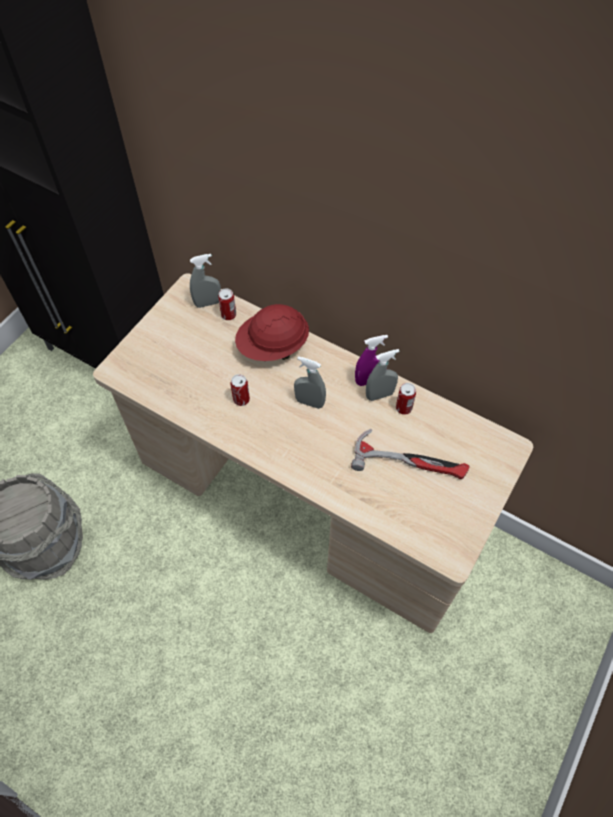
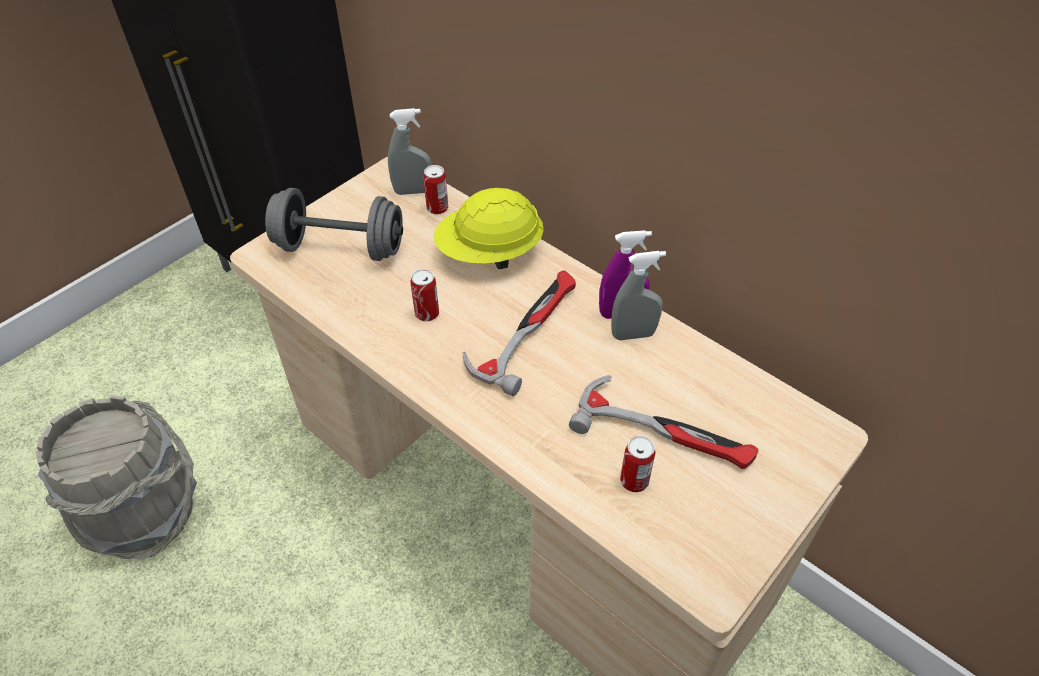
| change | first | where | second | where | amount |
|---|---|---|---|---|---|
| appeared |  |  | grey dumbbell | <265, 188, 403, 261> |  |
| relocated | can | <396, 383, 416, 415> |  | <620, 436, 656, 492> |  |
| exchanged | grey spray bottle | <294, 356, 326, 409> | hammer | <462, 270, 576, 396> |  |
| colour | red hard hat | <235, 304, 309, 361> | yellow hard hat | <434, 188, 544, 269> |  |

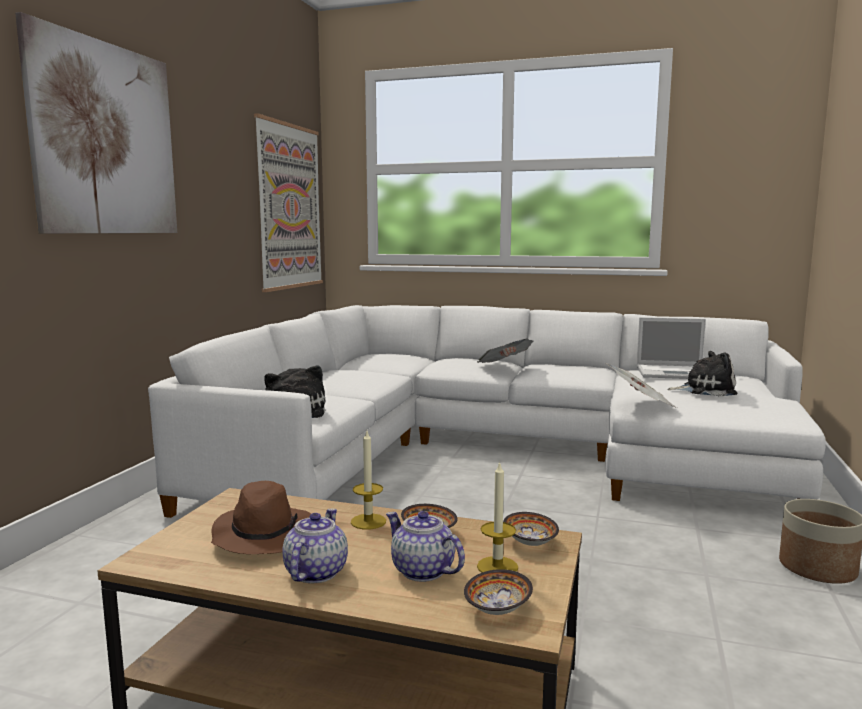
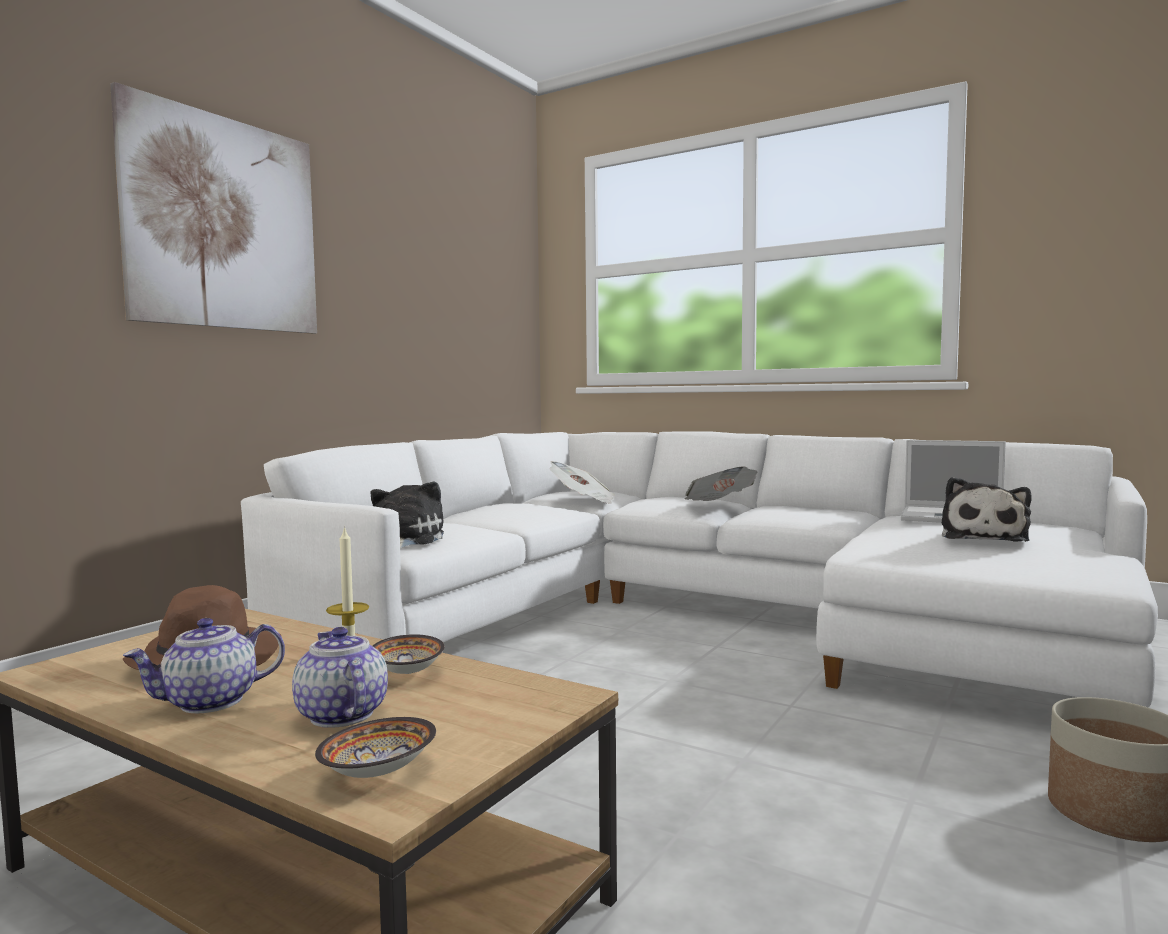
| change | first | where | second | where | amount |
|---|---|---|---|---|---|
| missing | picture | <254, 113, 323, 292> |  |  |  |
| missing | candle | <477, 461, 518, 573> |  |  |  |
| missing | bowl | <503, 512, 559, 546> |  |  |  |
| relocated | newspaper | <606, 363, 677, 408> |  | <549, 461, 615, 504> |  |
| spun | teapot | <282, 508, 348, 583> |  | <123, 618, 285, 713> | 150 degrees counterclockwise |
| spun | plush toy | <667, 351, 738, 397> |  | <942, 477, 1032, 542> | 90 degrees clockwise |

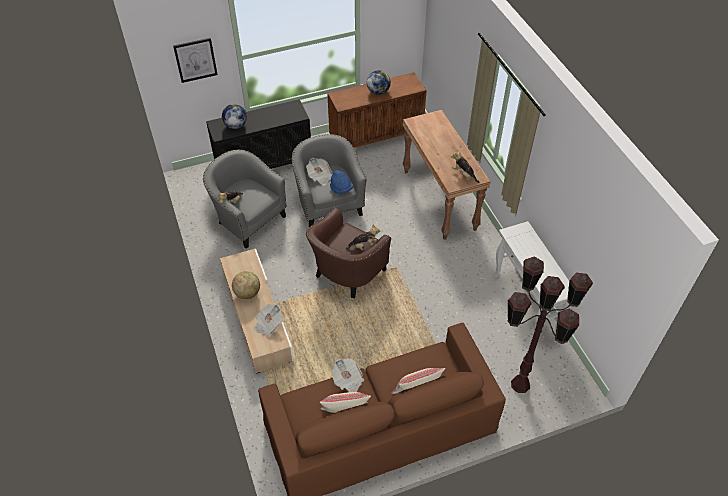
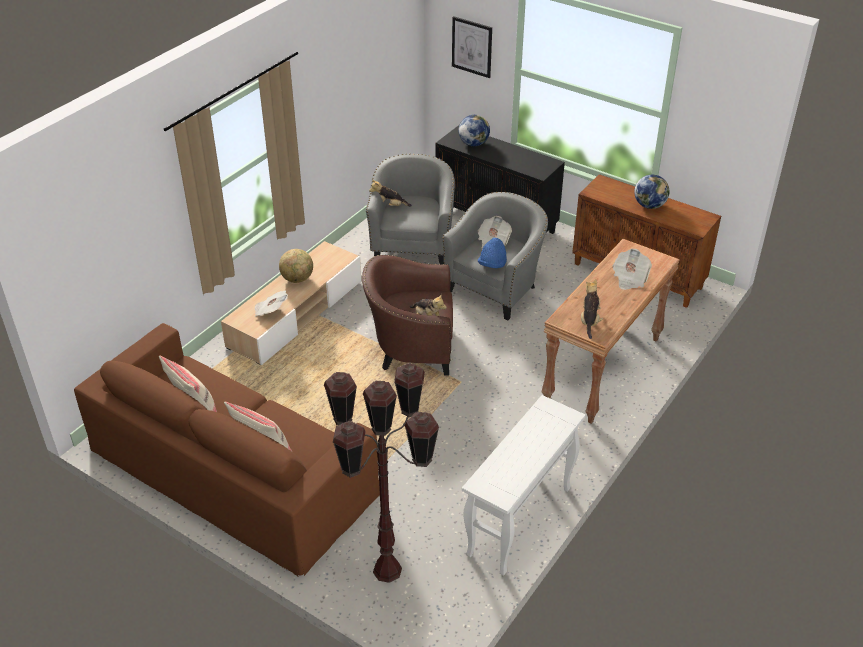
| change | first | where | second | where | amount |
|---|---|---|---|---|---|
| relocated | newspaper | <331, 358, 364, 392> |  | <612, 249, 652, 290> |  |

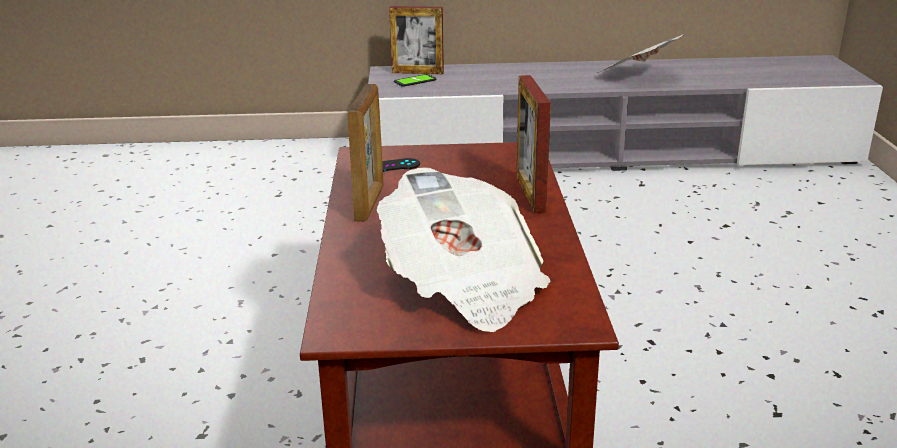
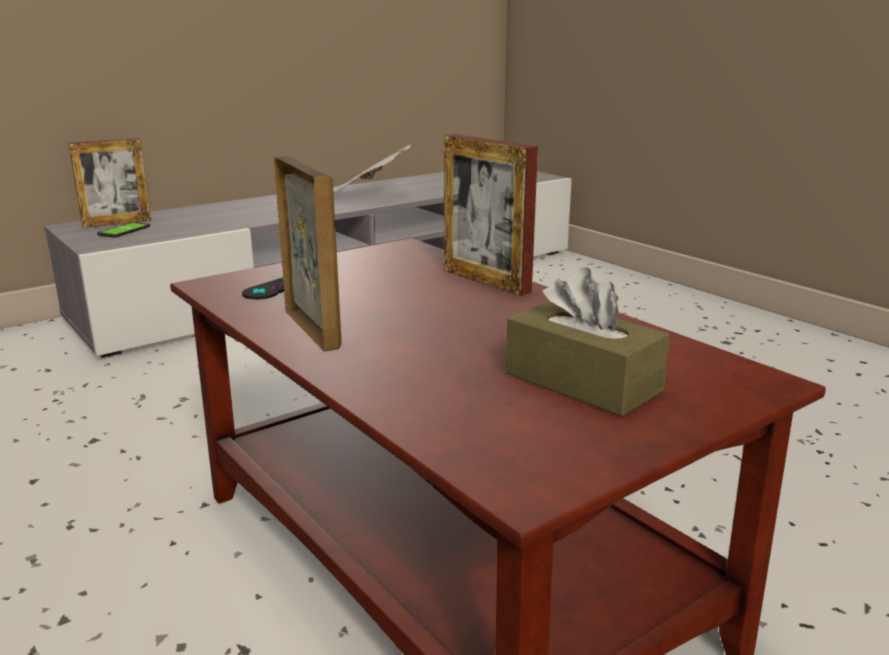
| change | first | where | second | where | amount |
|---|---|---|---|---|---|
| exchanged | newspaper | <377, 167, 551, 332> | brown tissue box | <506, 267, 670, 416> |  |

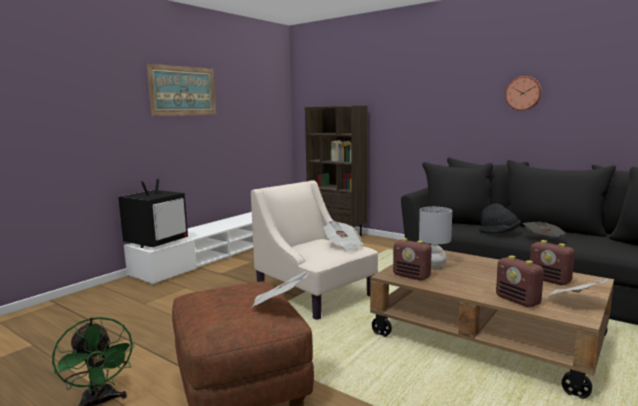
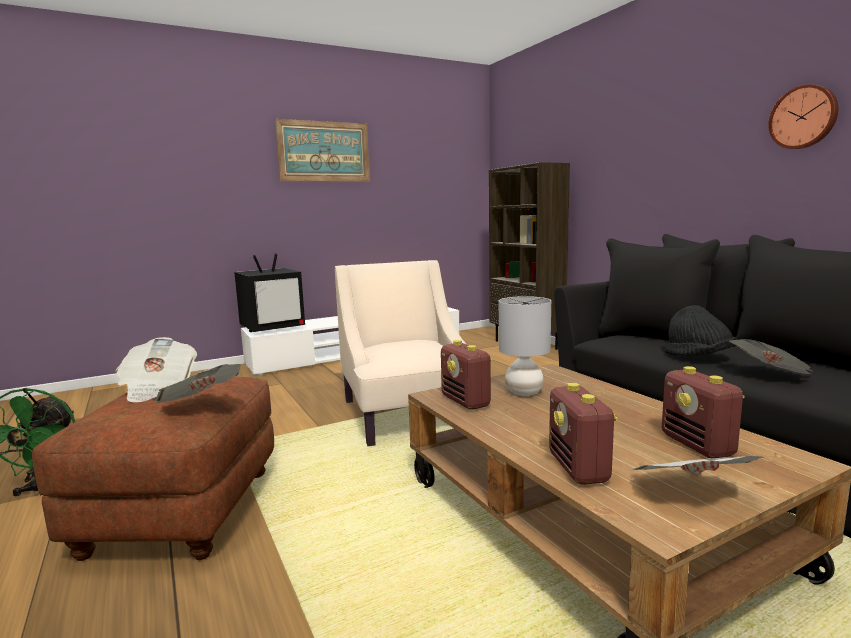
| change | first | where | second | where | amount |
|---|---|---|---|---|---|
| relocated | newspaper | <324, 221, 364, 252> |  | <116, 337, 197, 403> |  |

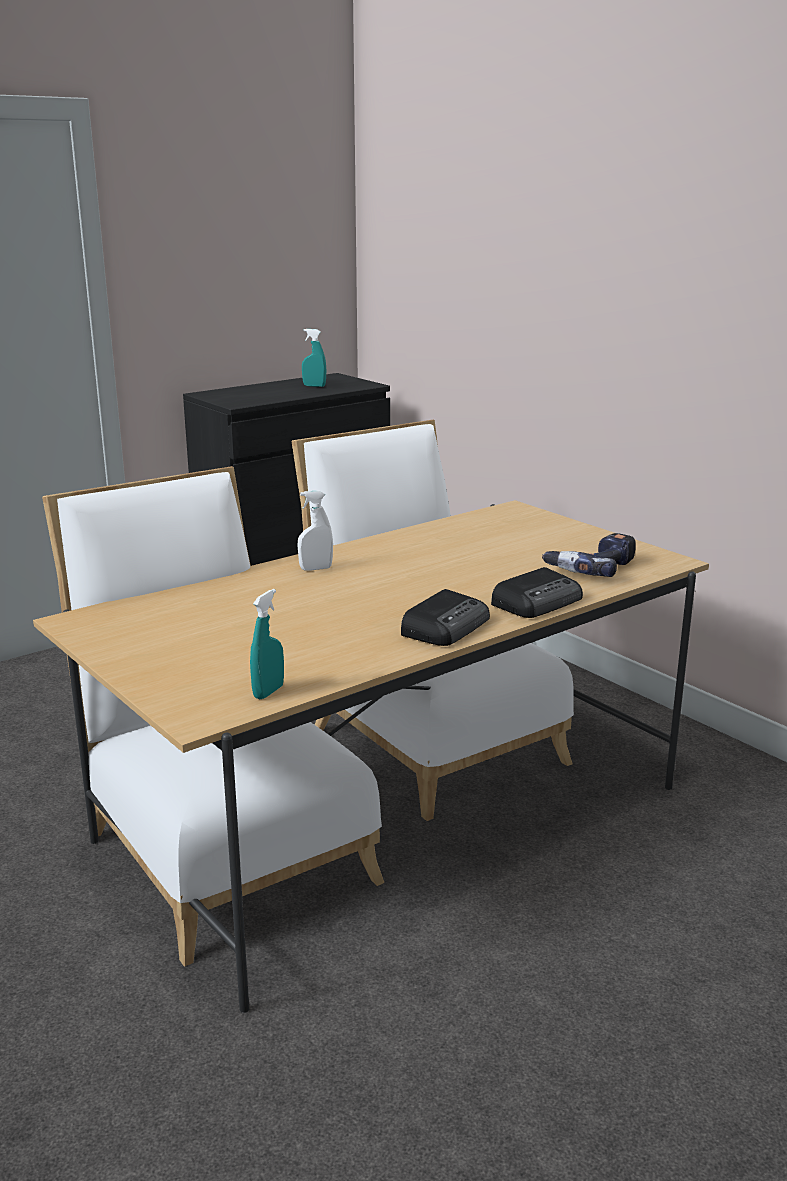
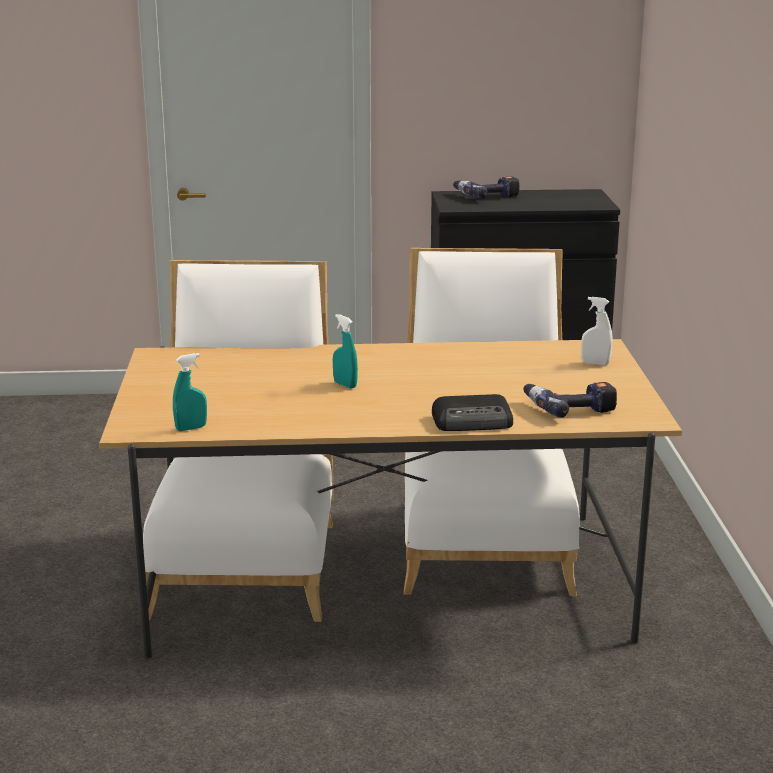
| change | first | where | second | where | amount |
|---|---|---|---|---|---|
| missing | radio | <401, 589, 490, 646> |  |  |  |
| appeared |  |  | power drill | <453, 176, 520, 198> |  |
| relocated | white spray bottle | <297, 490, 333, 570> |  | <581, 297, 612, 365> |  |
| relocated | turquoise spray bottle | <302, 329, 326, 387> |  | <333, 314, 358, 388> |  |

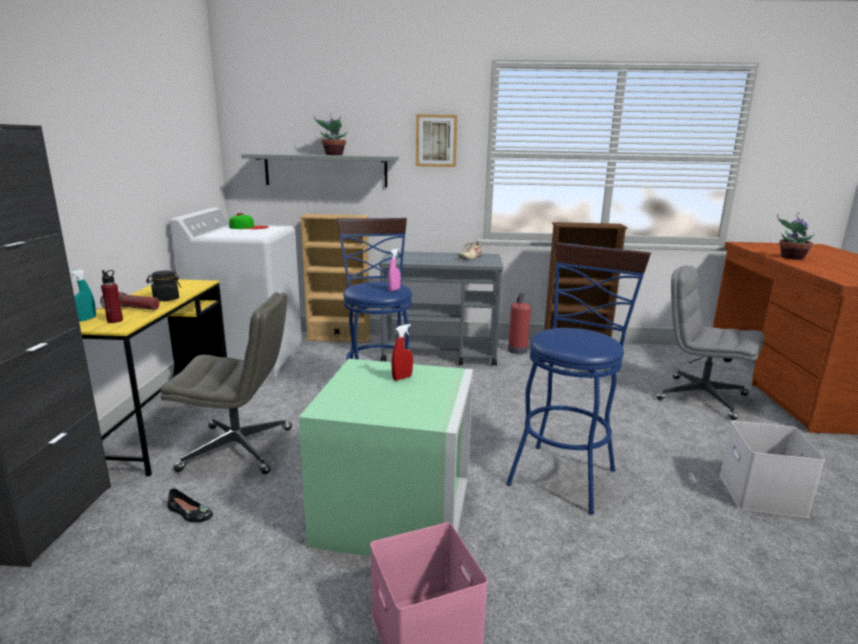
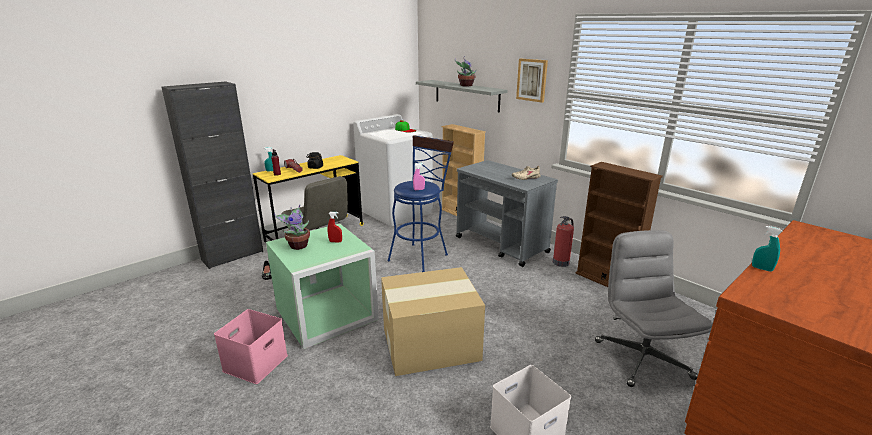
| change | first | where | second | where | amount |
|---|---|---|---|---|---|
| appeared |  |  | turquoise spray bottle | <752, 226, 782, 272> |  |
| relocated | potted plant | <777, 213, 815, 260> |  | <274, 205, 310, 250> |  |
| exchanged | blue stool | <506, 242, 651, 515> | cardboard box | <381, 267, 485, 376> |  |

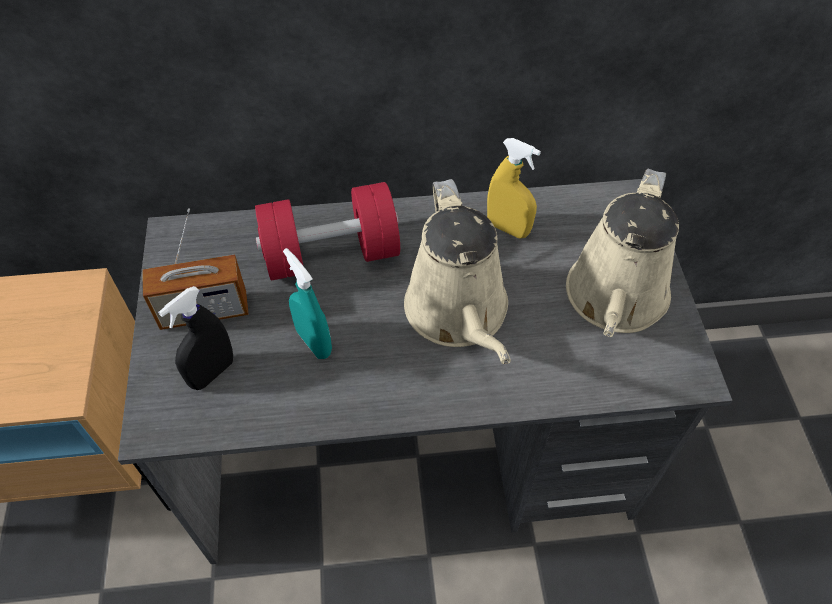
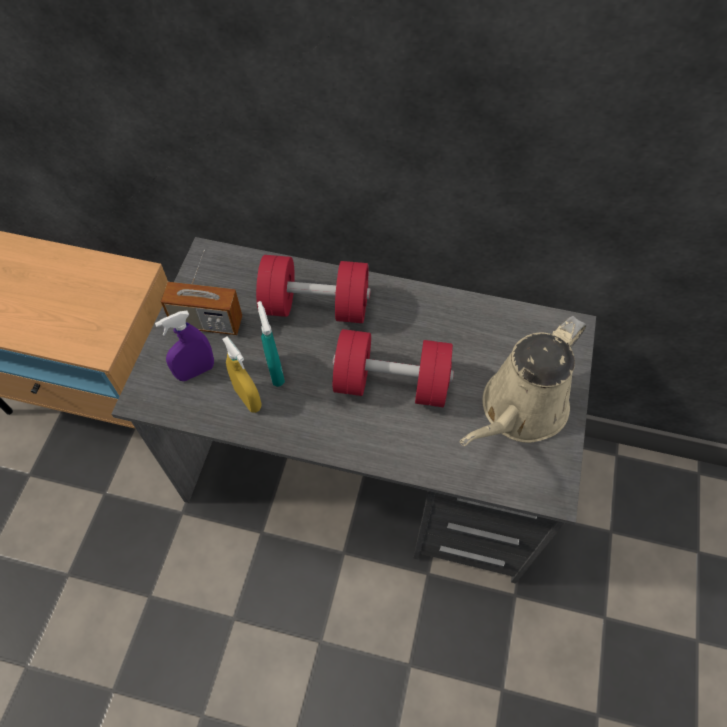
| change | first | where | second | where | amount |
|---|---|---|---|---|---|
| relocated | yellow spray bottle | <487, 138, 541, 239> |  | <222, 336, 261, 413> |  |
| exchanged | beige watering can | <404, 179, 511, 364> | red dumbbell | <333, 329, 454, 407> |  |
| colour | black spray bottle | <158, 286, 233, 390> | purple spray bottle | <155, 311, 214, 381> |  |

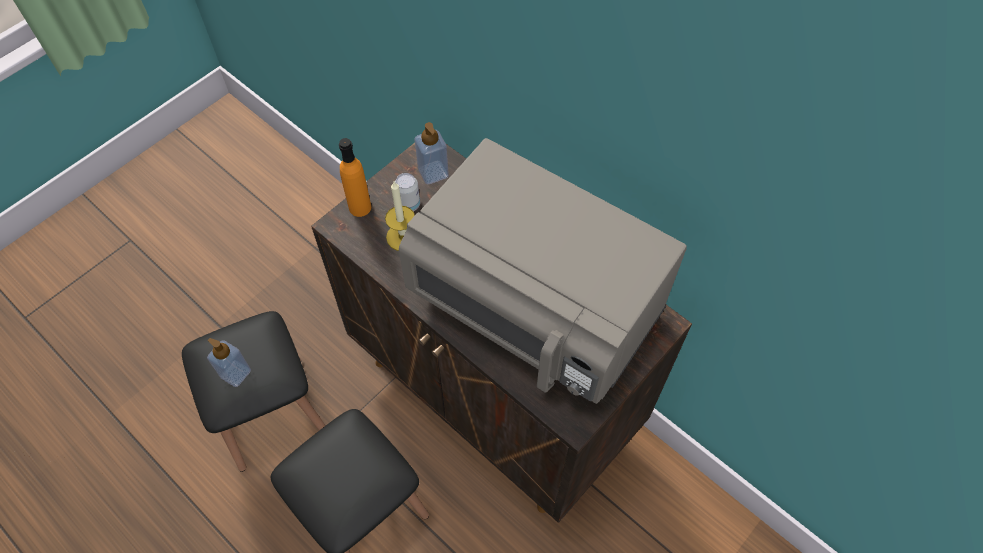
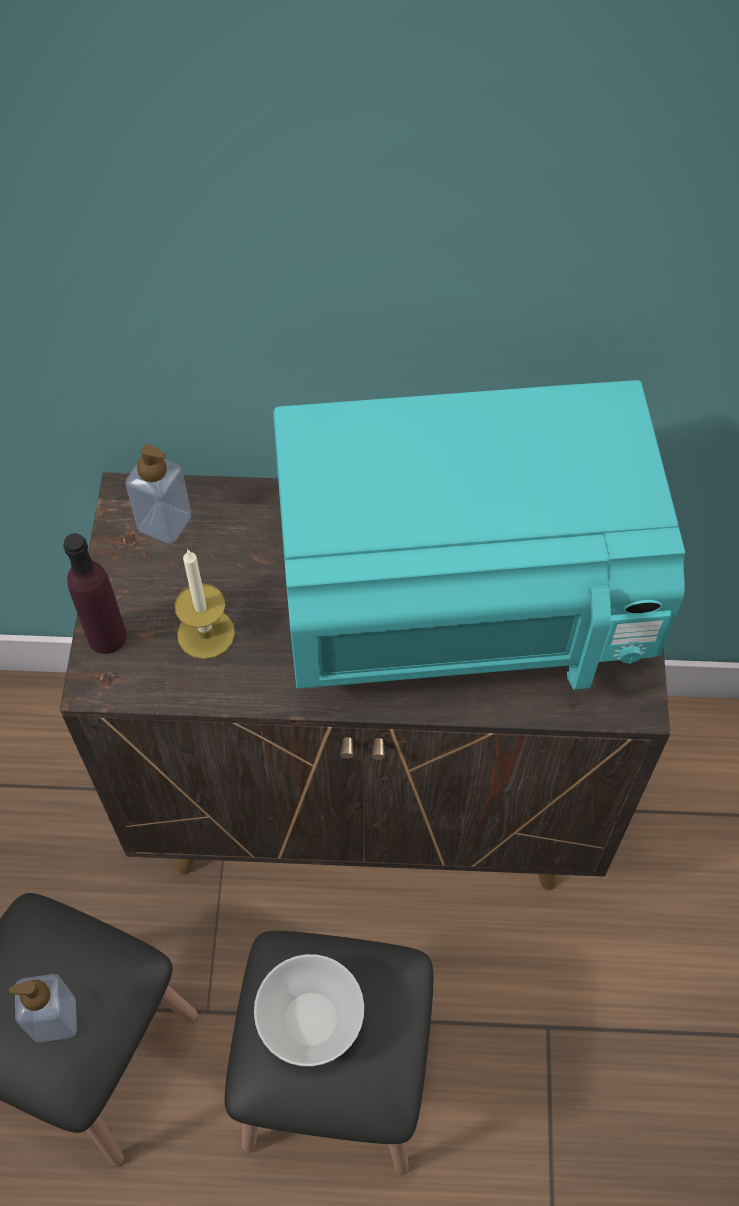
| change | first | where | second | where | amount |
|---|---|---|---|---|---|
| missing | can | <395, 173, 420, 211> |  |  |  |
| appeared |  |  | bowl | <254, 954, 364, 1066> |  |
| colour | orange bottle | <339, 138, 371, 217> | purple bottle | <63, 533, 127, 654> |  |
| colour | grey microwave | <399, 138, 687, 404> | turquoise microwave | <273, 380, 685, 690> |  |

